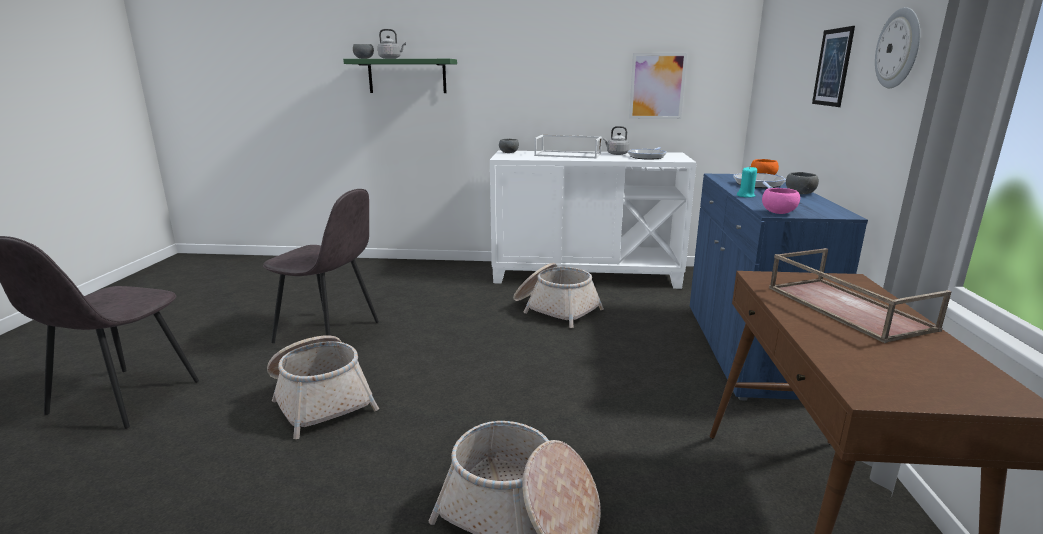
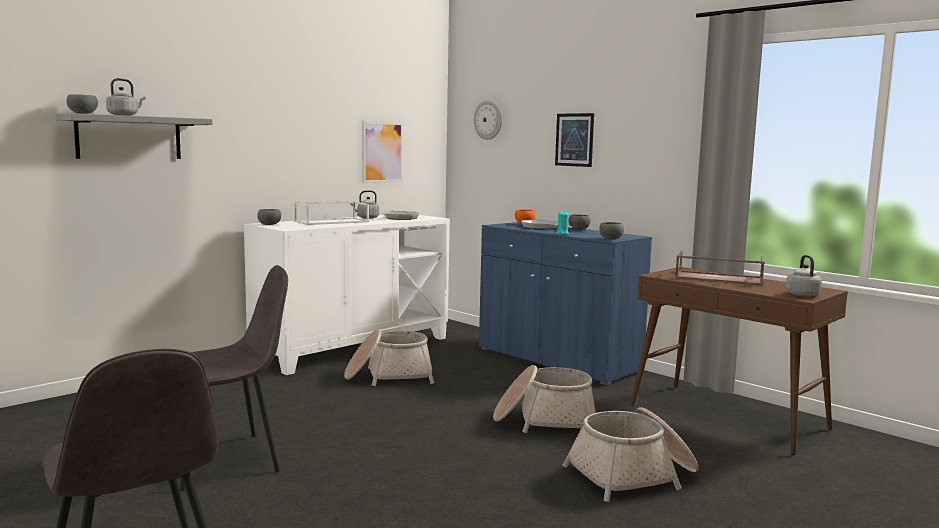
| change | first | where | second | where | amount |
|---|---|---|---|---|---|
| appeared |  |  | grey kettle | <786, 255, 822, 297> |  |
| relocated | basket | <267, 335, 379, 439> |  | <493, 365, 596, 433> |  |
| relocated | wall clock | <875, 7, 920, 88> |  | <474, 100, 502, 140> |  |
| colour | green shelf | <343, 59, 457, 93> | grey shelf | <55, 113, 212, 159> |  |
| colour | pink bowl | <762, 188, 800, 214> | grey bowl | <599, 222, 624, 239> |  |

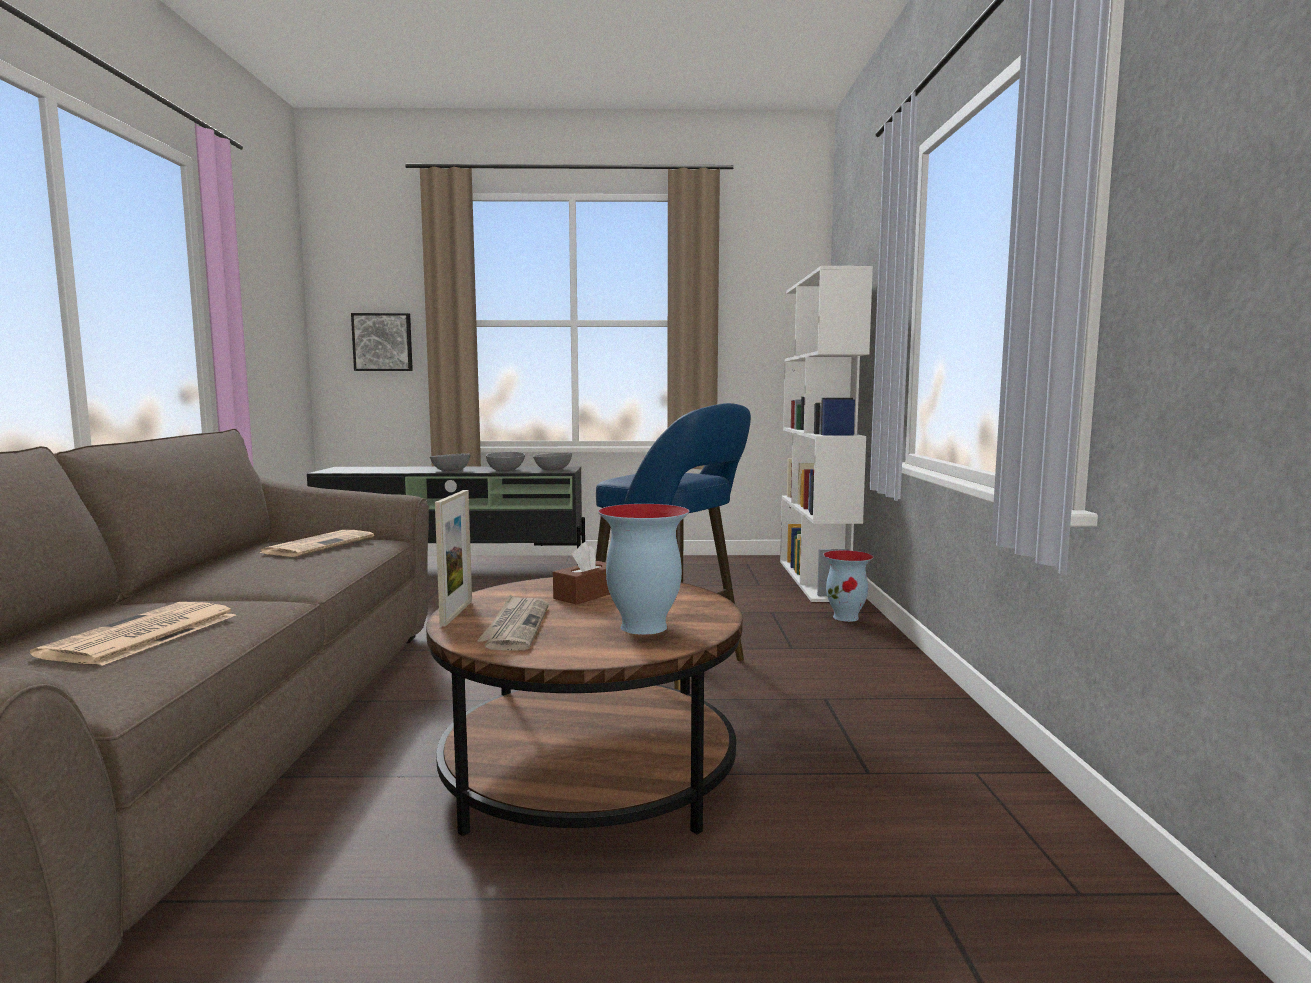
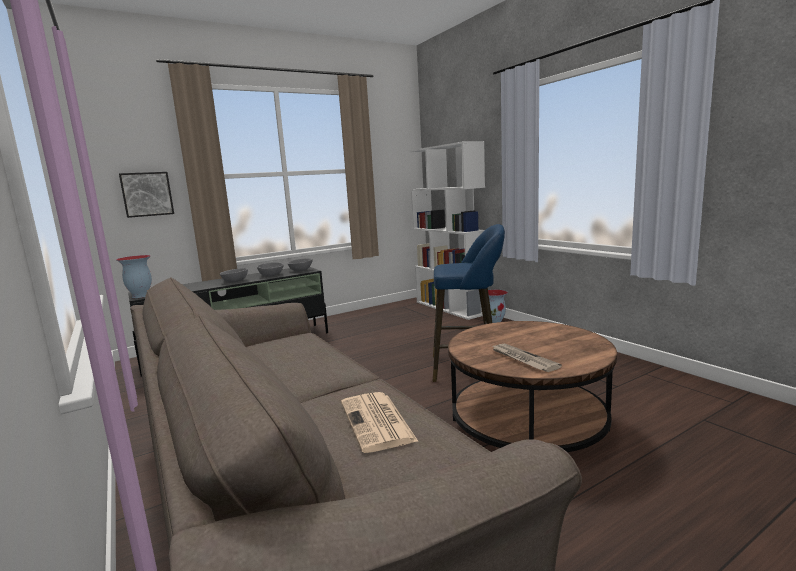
| change | first | where | second | where | amount |
|---|---|---|---|---|---|
| missing | newspaper | <260, 530, 374, 557> |  |  |  |
| missing | picture frame | <435, 490, 472, 627> |  |  |  |
| missing | brown tissue box | <553, 542, 610, 605> |  |  |  |
| relocated | vase | <598, 504, 689, 635> |  | <116, 255, 152, 298> |  |

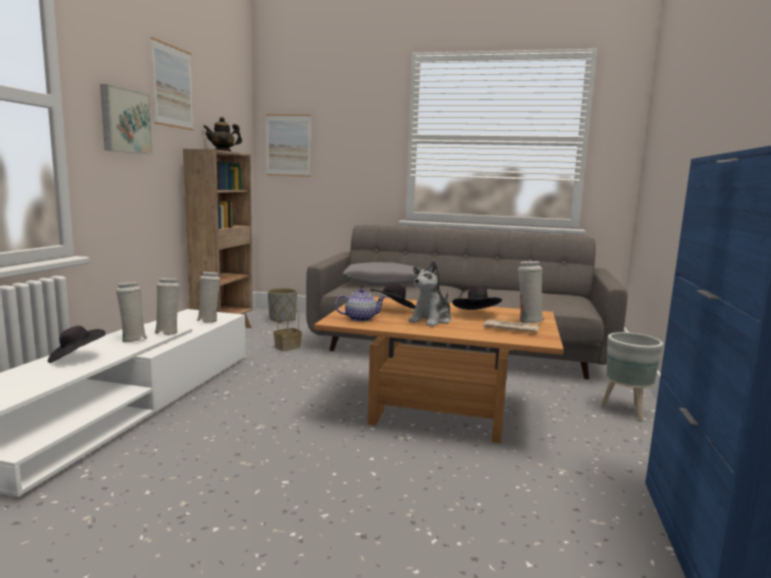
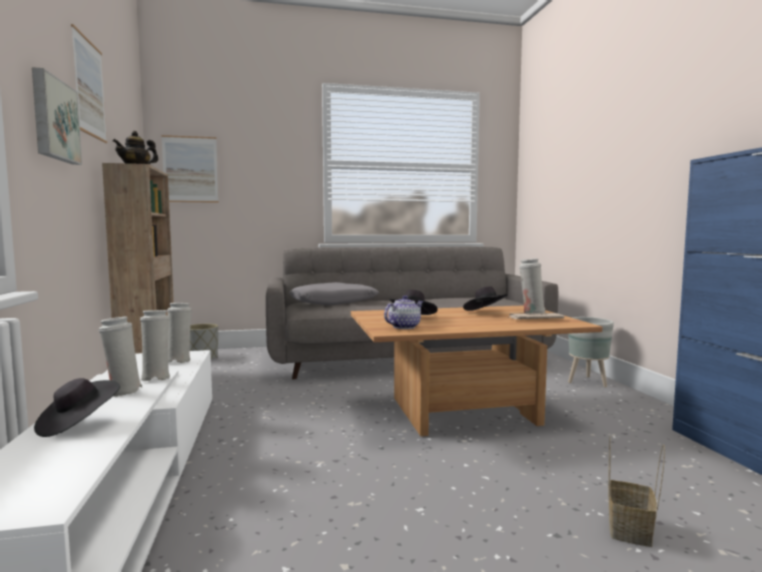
| change | first | where | second | where | amount |
|---|---|---|---|---|---|
| missing | plush toy | <409, 260, 451, 327> |  |  |  |
| relocated | basket | <274, 304, 302, 351> |  | <608, 436, 665, 547> |  |

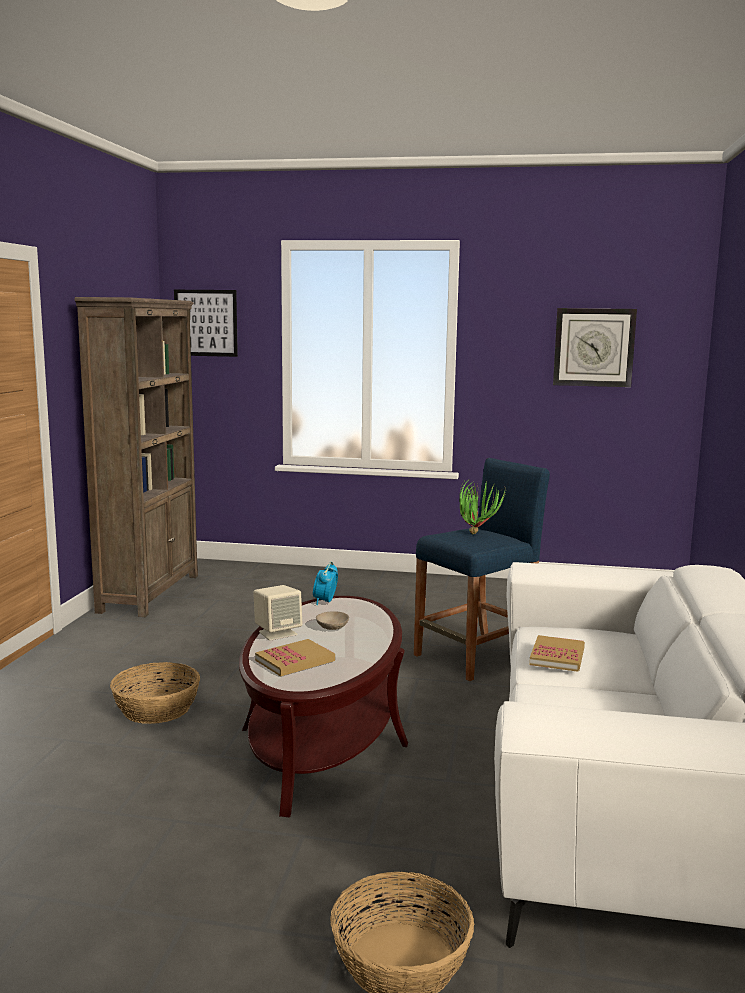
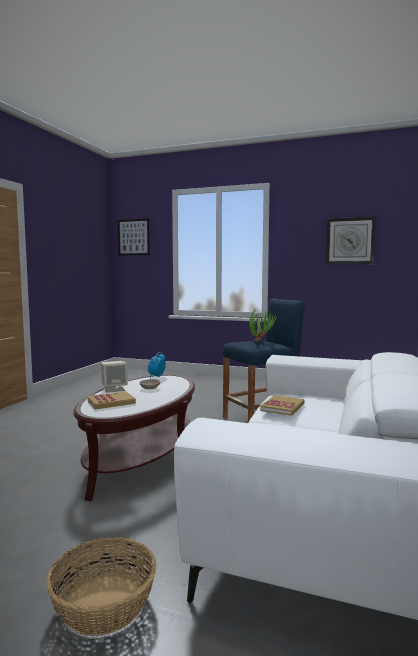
| change | first | where | second | where | amount |
|---|---|---|---|---|---|
| missing | brown bookcase | <74, 297, 198, 617> |  |  |  |
| missing | basket | <110, 662, 200, 724> |  |  |  |

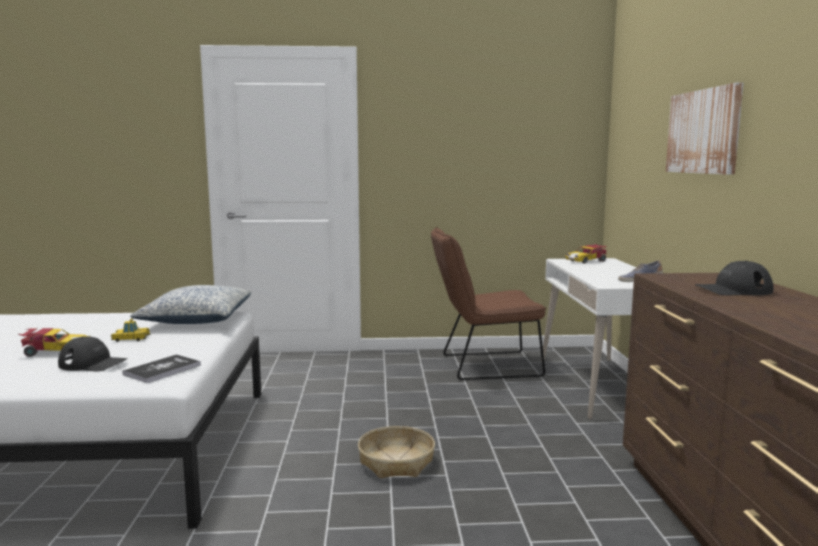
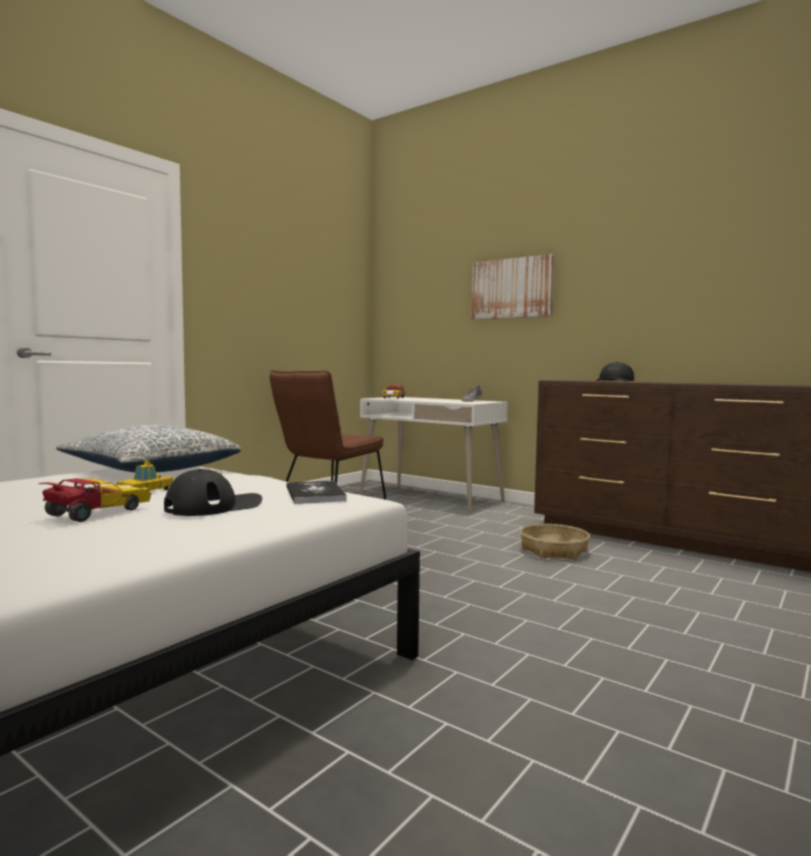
| change | first | where | second | where | amount |
|---|---|---|---|---|---|
| relocated | basket | <358, 426, 435, 478> |  | <520, 524, 590, 559> |  |

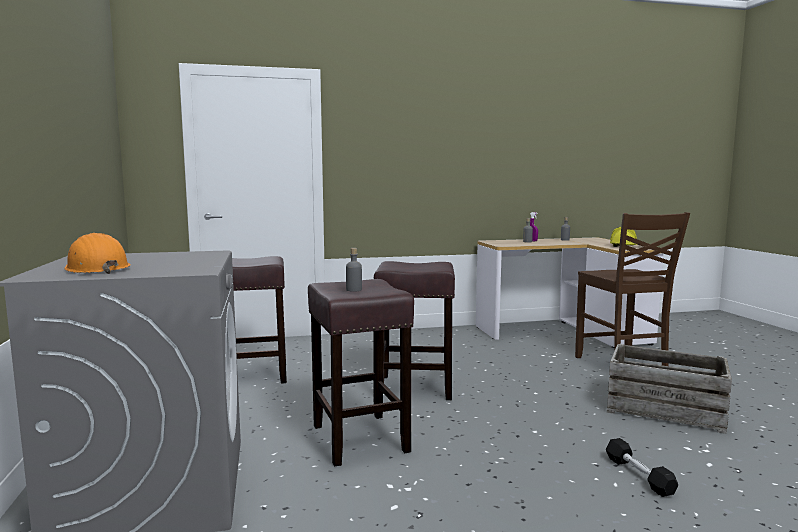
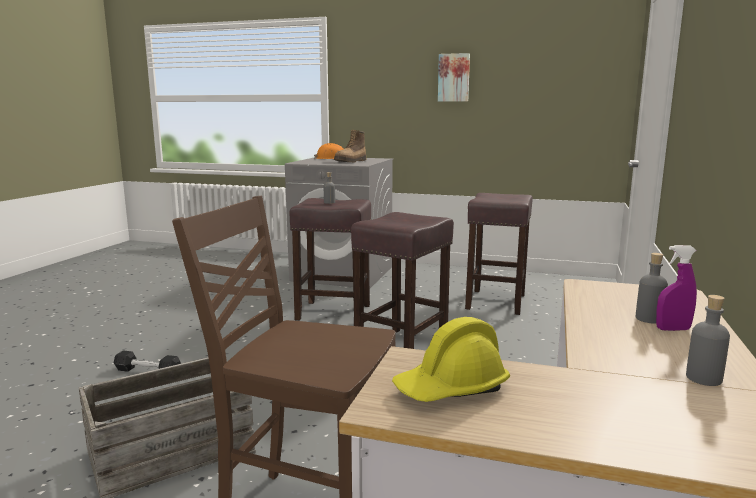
| change | first | where | second | where | amount |
|---|---|---|---|---|---|
| appeared |  |  | boot | <334, 130, 366, 162> |  |
| appeared |  |  | picture | <438, 53, 470, 102> |  |

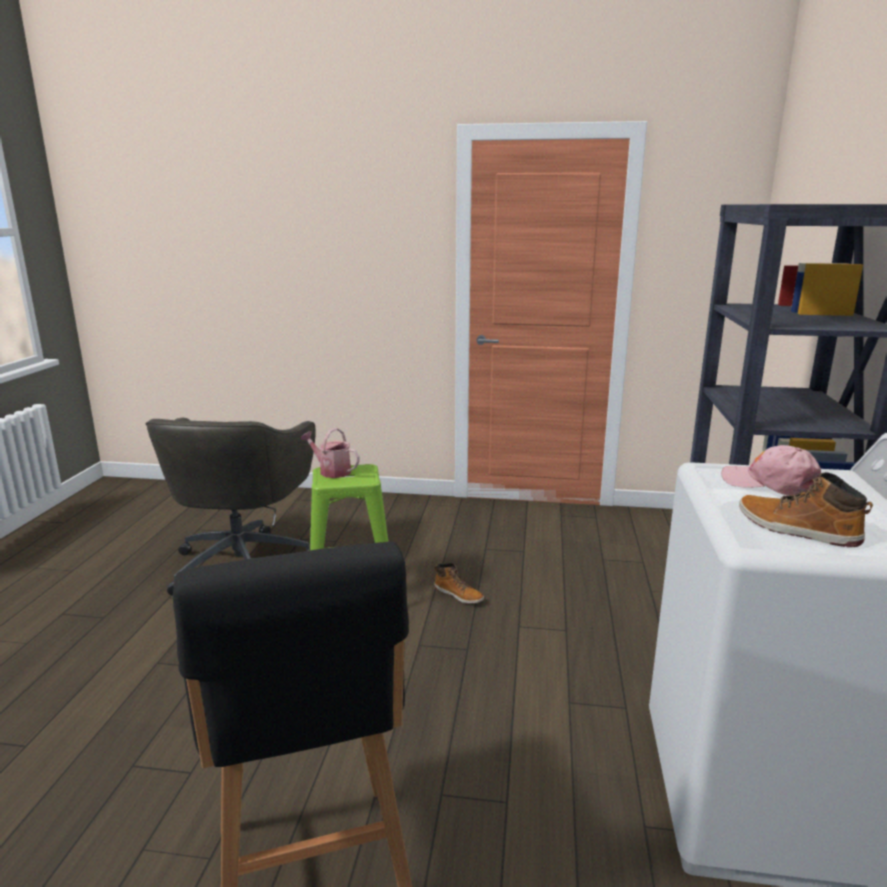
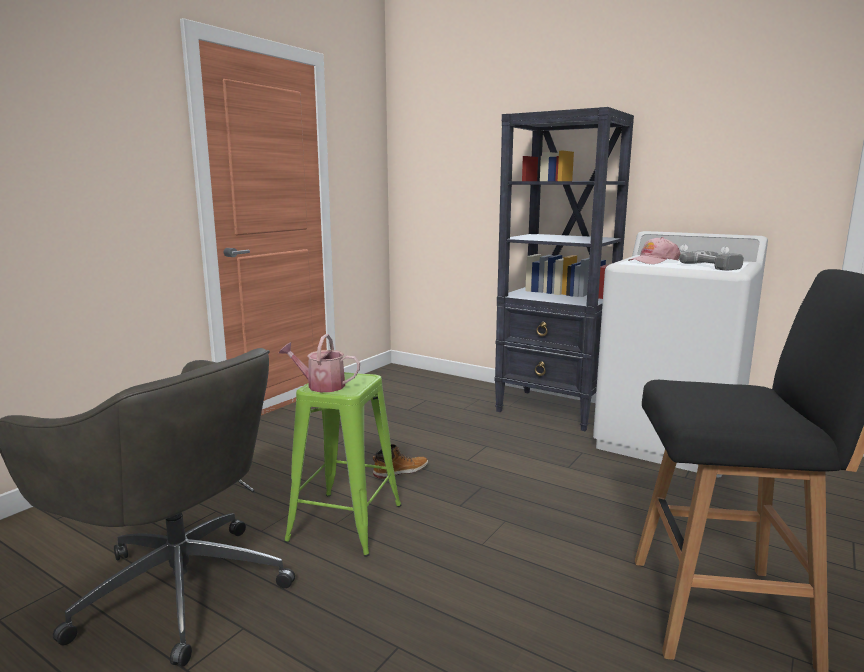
| change | first | where | second | where | amount |
|---|---|---|---|---|---|
| exchanged | boot | <739, 472, 873, 547> | power drill | <679, 251, 744, 271> |  |
| spun | watering can | <300, 428, 360, 478> |  | <279, 334, 360, 392> | 45 degrees clockwise |

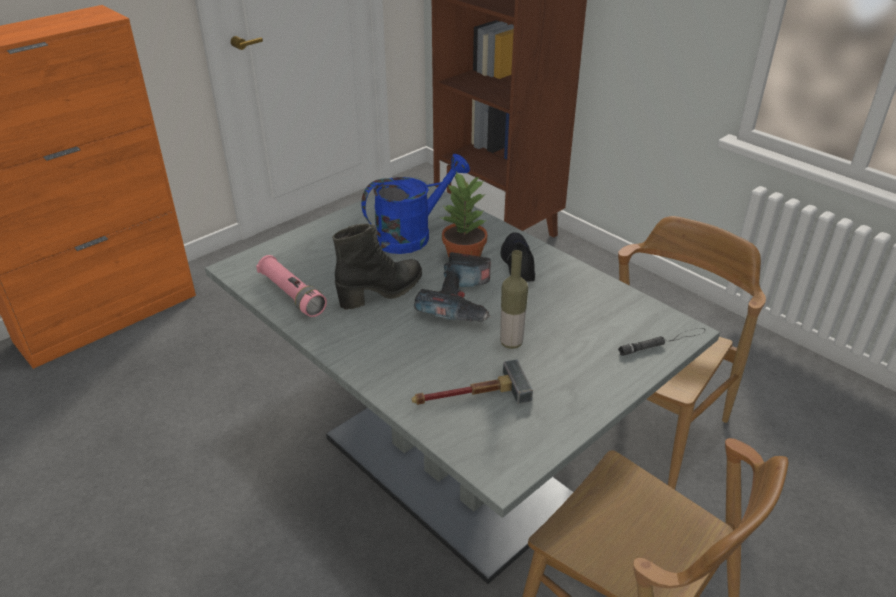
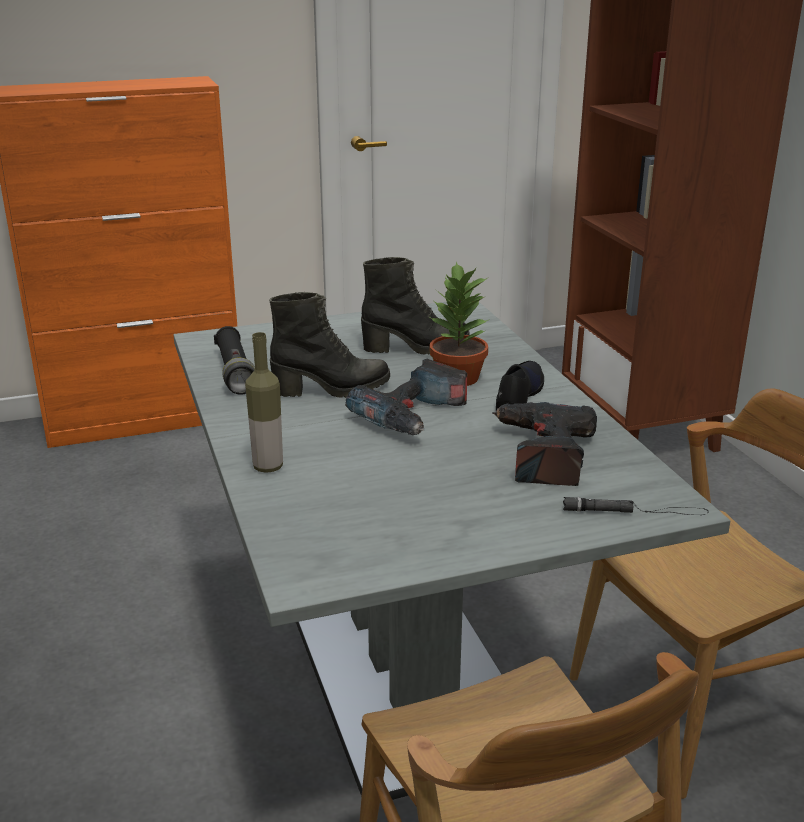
| change | first | where | second | where | amount |
|---|---|---|---|---|---|
| missing | hammer | <412, 359, 533, 405> |  |  |  |
| appeared |  |  | power drill | <492, 402, 597, 486> |  |
| relocated | bottle | <500, 250, 528, 349> |  | <245, 332, 283, 473> |  |
| exchanged | blue watering can | <361, 154, 470, 254> | black boot | <361, 257, 470, 355> |  |
| colour | pink flashlight | <256, 255, 327, 317> | black flashlight | <214, 326, 255, 395> |  |

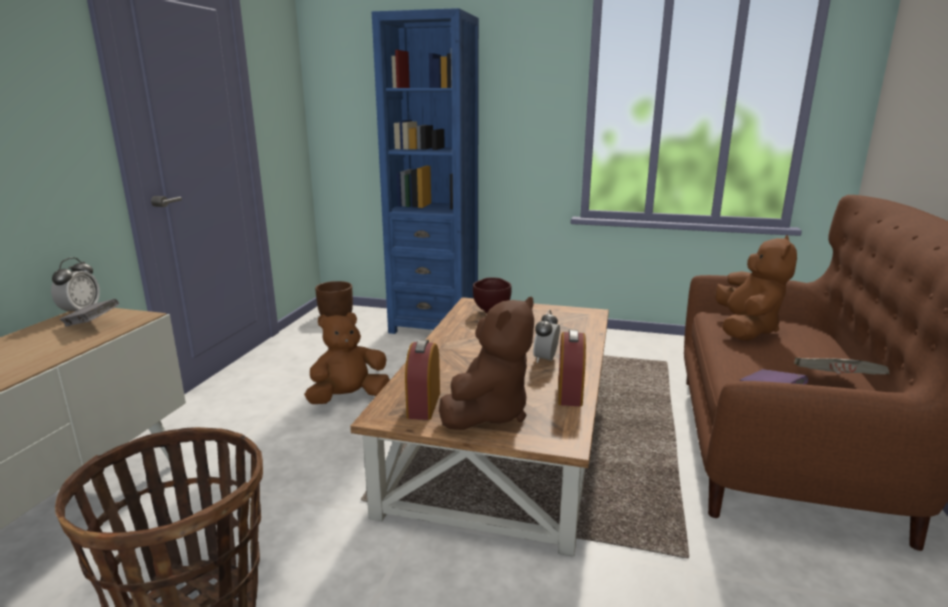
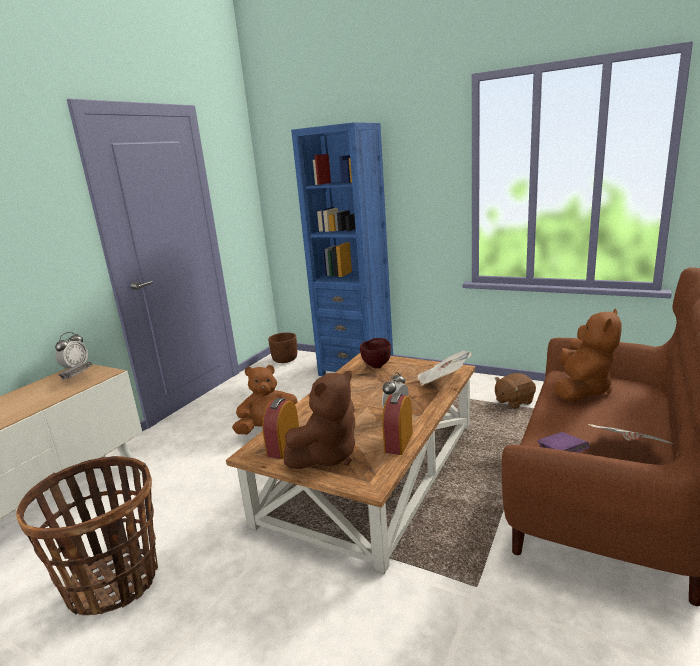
| change | first | where | second | where | amount |
|---|---|---|---|---|---|
| appeared |  |  | newspaper | <417, 350, 471, 386> |  |
| appeared |  |  | brown plush toy | <495, 373, 536, 409> |  |

